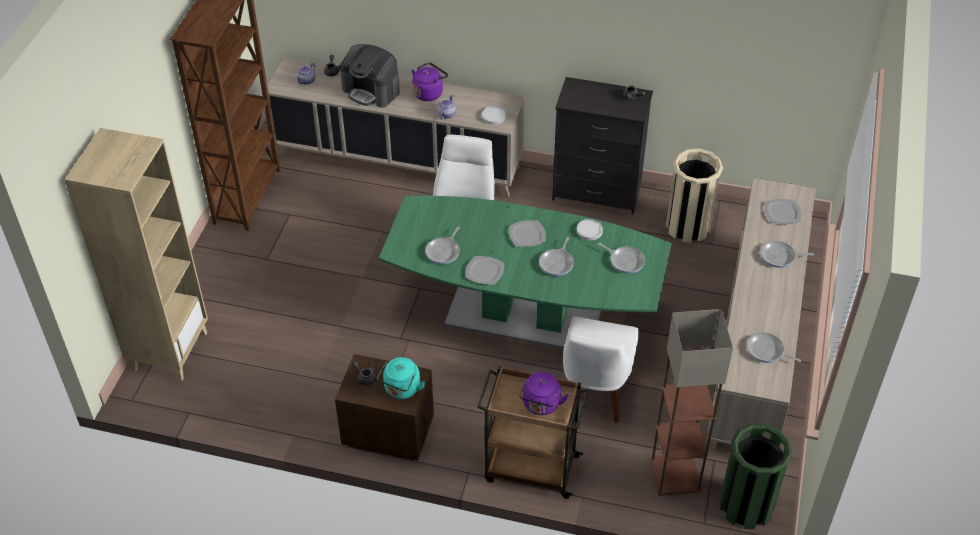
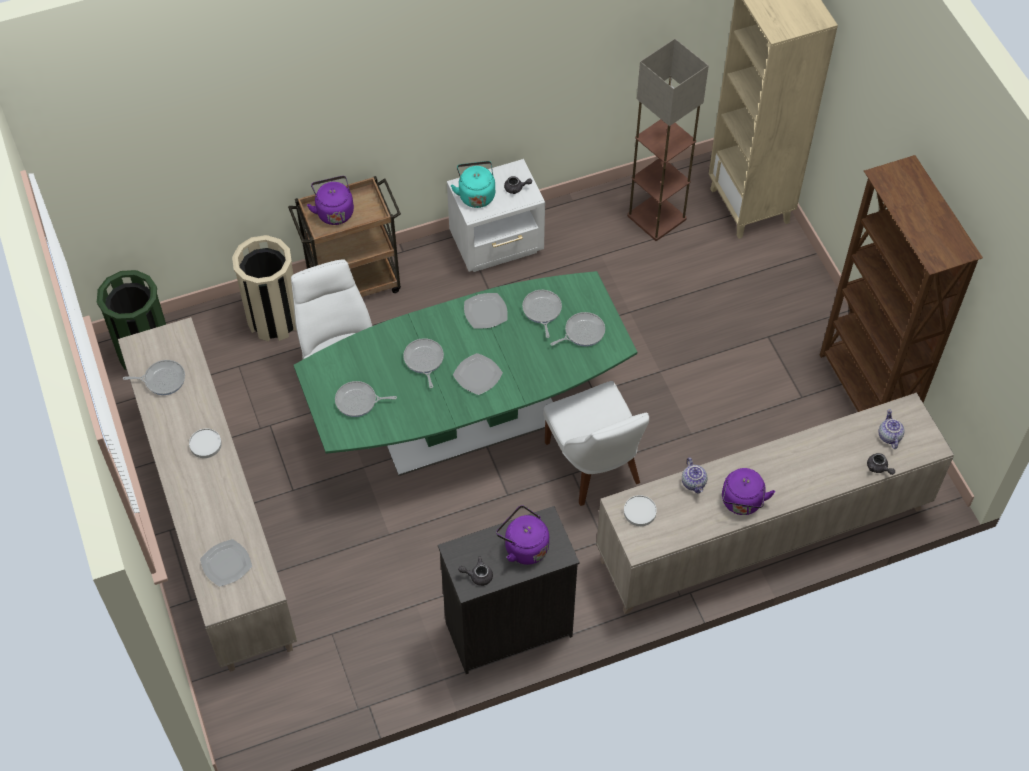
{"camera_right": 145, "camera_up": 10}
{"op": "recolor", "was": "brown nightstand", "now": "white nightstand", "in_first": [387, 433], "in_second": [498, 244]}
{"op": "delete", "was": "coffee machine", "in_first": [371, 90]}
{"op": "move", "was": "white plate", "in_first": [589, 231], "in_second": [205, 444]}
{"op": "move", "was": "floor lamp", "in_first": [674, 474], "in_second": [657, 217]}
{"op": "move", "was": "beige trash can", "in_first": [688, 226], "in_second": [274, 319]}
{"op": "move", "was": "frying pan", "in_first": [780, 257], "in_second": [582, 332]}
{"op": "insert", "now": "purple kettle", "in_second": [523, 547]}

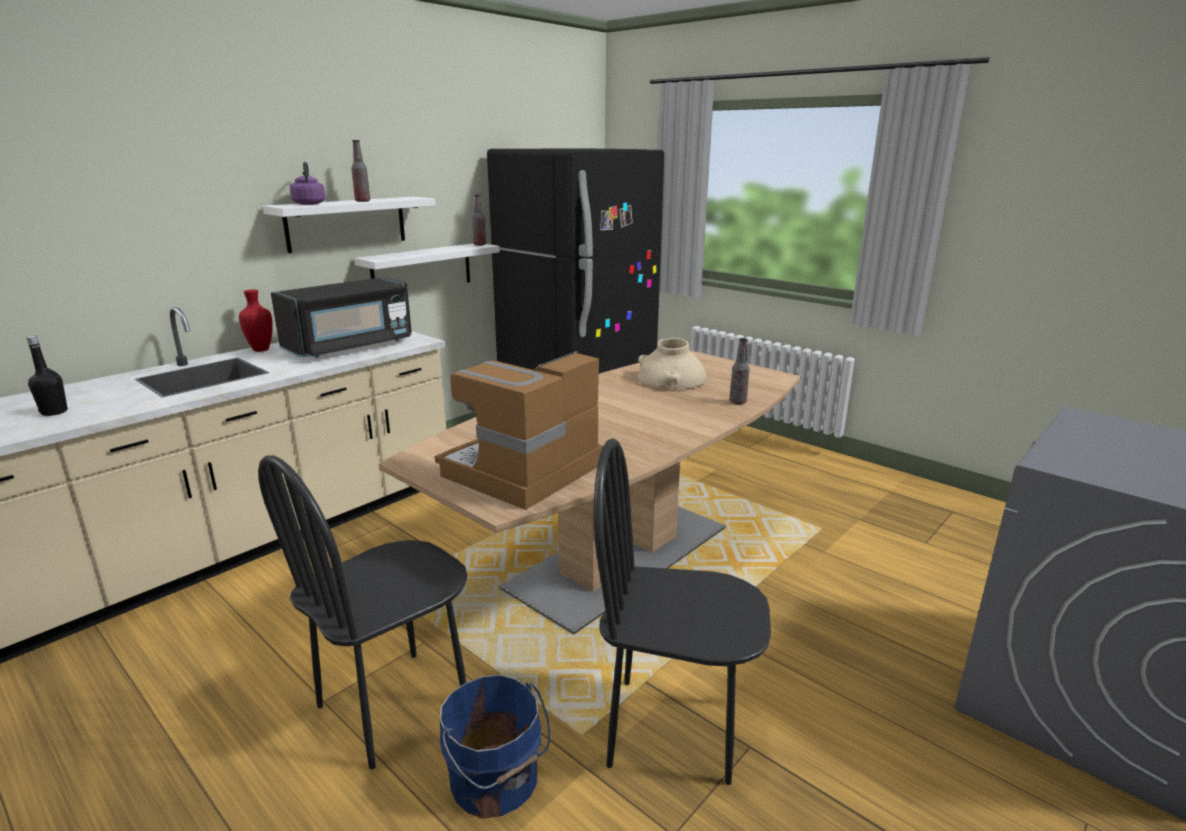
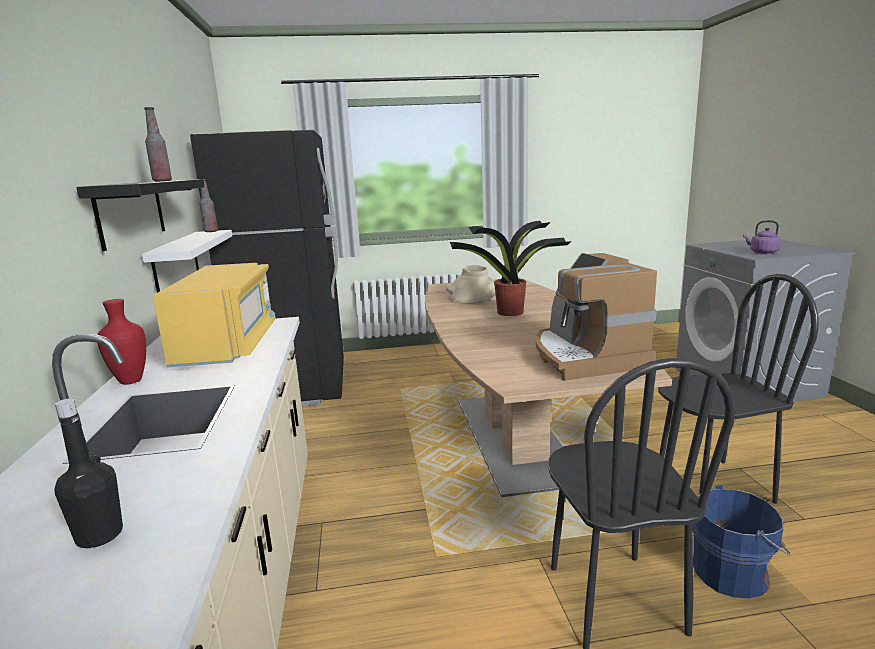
{"camera_right": -50, "camera_up": -5}
{"op": "recolor", "was": "white shelf", "now": "black shelf", "in_first": [346, 223], "in_second": [131, 212]}
{"op": "recolor", "was": "black microwave", "now": "yellow microwave", "in_first": [350, 346], "in_second": [228, 345]}
{"op": "move", "was": "purple kettle", "in_first": [309, 204], "in_second": [762, 252]}
{"op": "rotate", "was": "black chair", "in_first": [672, 730], "in_second": [713, 486], "clockwise": -150}
{"op": "delete", "was": "bottle", "in_first": [737, 402]}
{"op": "insert", "now": "potted plant", "in_second": [512, 312]}

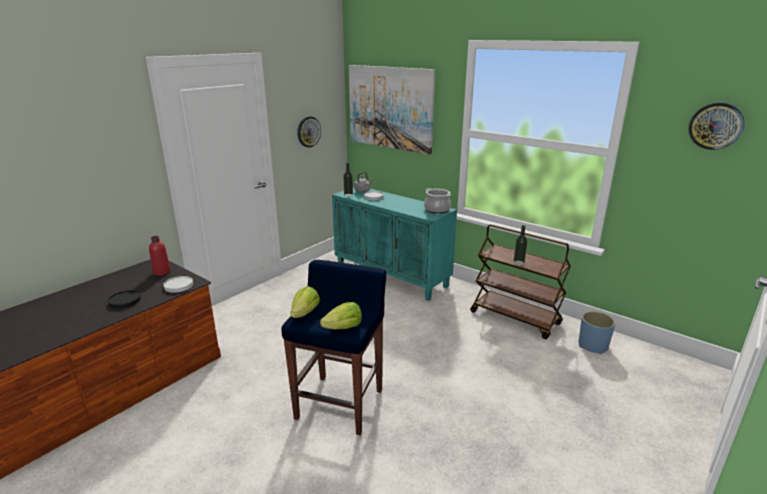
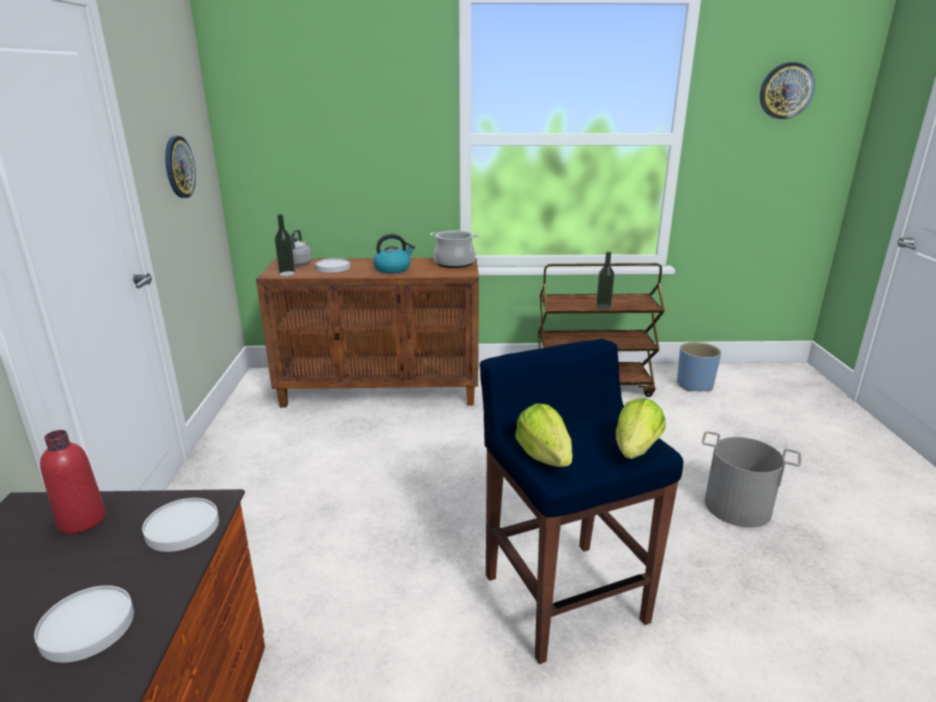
{"camera_right": -40, "camera_up": 0}
{"op": "recolor", "was": "black plate", "now": "white plate", "in_first": [124, 301], "in_second": [86, 627]}
{"op": "recolor", "was": "turquoise cabinet", "now": "brown cabinet", "in_first": [392, 276], "in_second": [381, 392]}
{"op": "delete", "was": "picture", "in_first": [390, 108]}
{"op": "insert", "now": "kettle", "in_second": [393, 269]}
{"op": "insert", "now": "grey bucket", "in_second": [737, 507]}

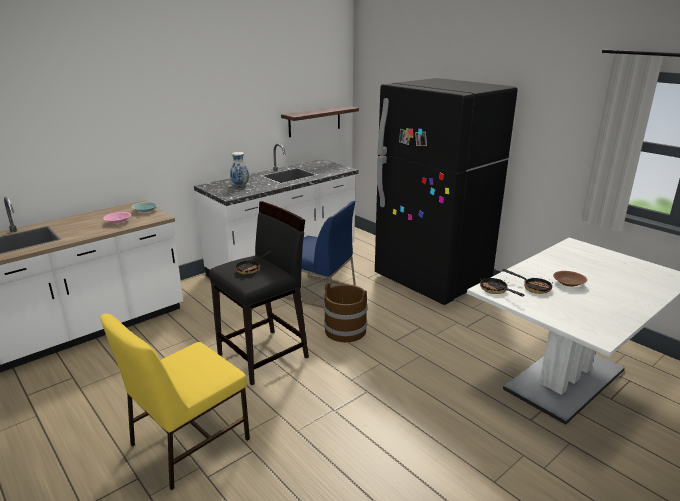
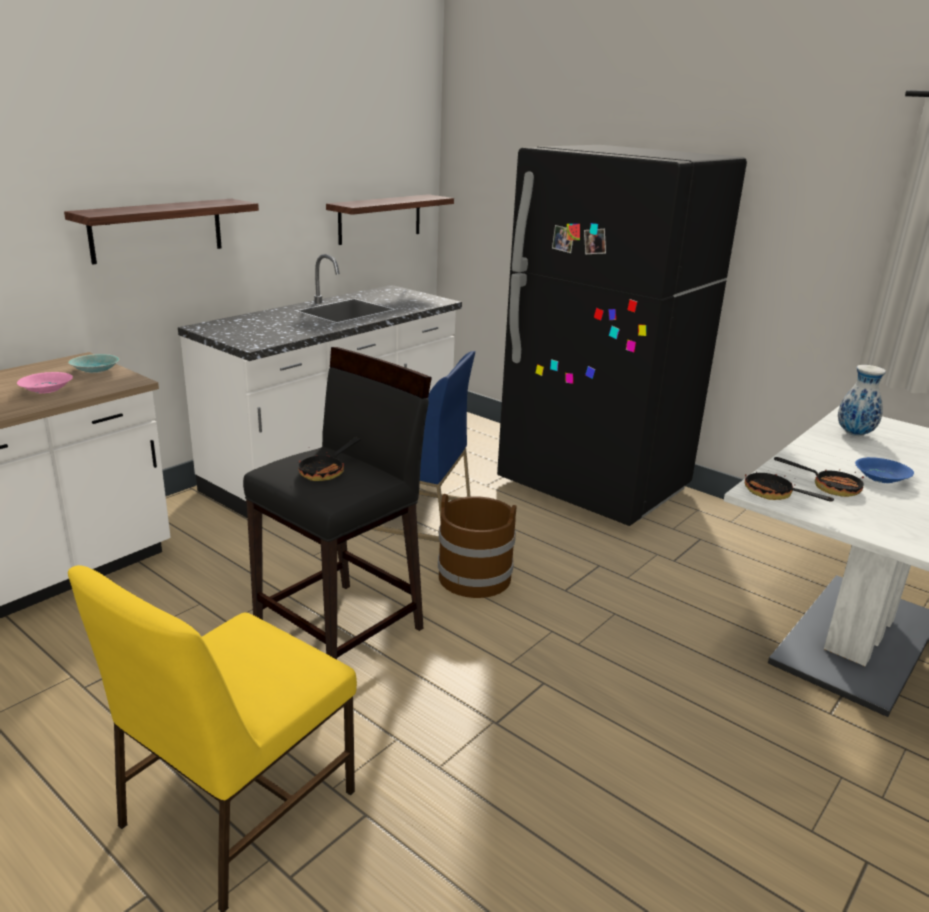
{"camera_right": -10, "camera_up": 0}
{"op": "move", "was": "vase", "in_first": [239, 185], "in_second": [854, 434]}
{"op": "recolor", "was": "brown bowl", "now": "blue bowl", "in_first": [568, 284], "in_second": [880, 479]}
{"op": "insert", "now": "shelf", "in_second": [157, 230]}

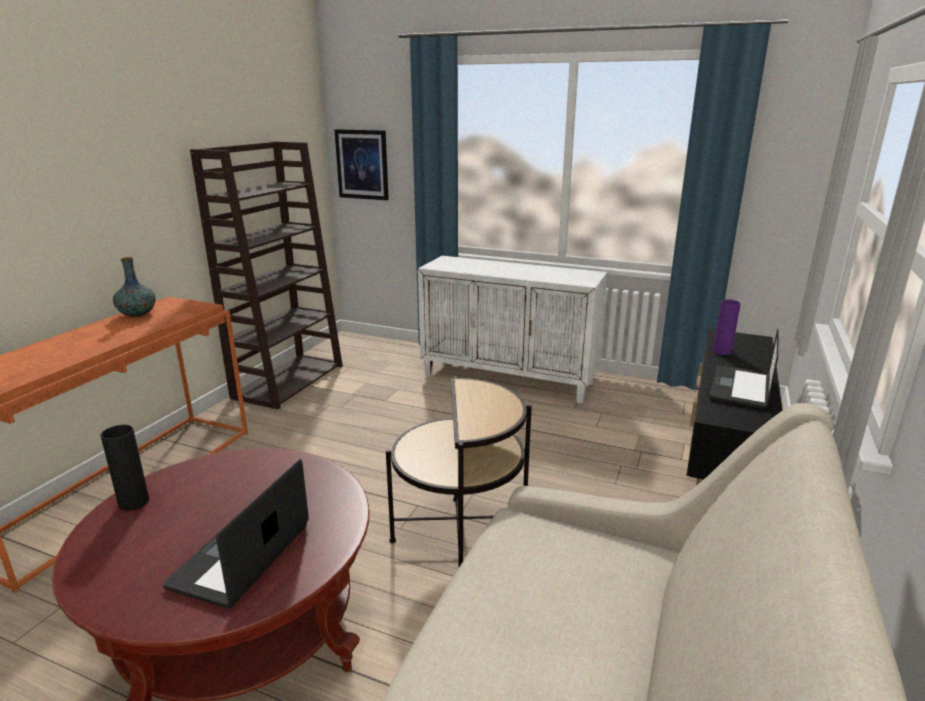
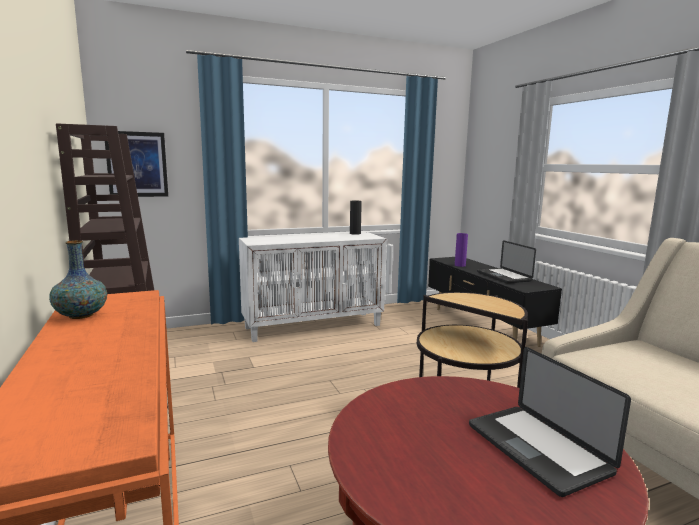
{"camera_right": -45, "camera_up": -10}
{"op": "move", "was": "black vase", "in_first": [134, 502], "in_second": [355, 233]}

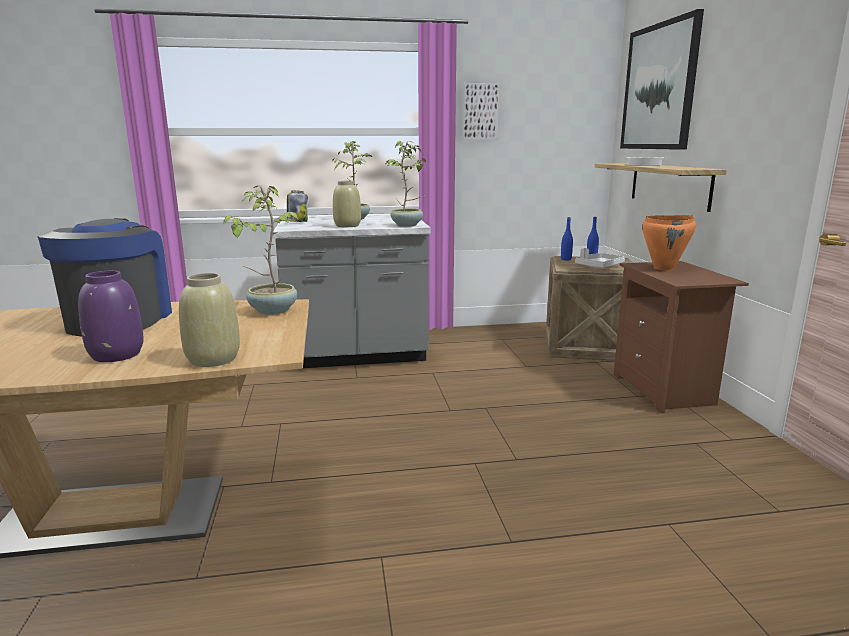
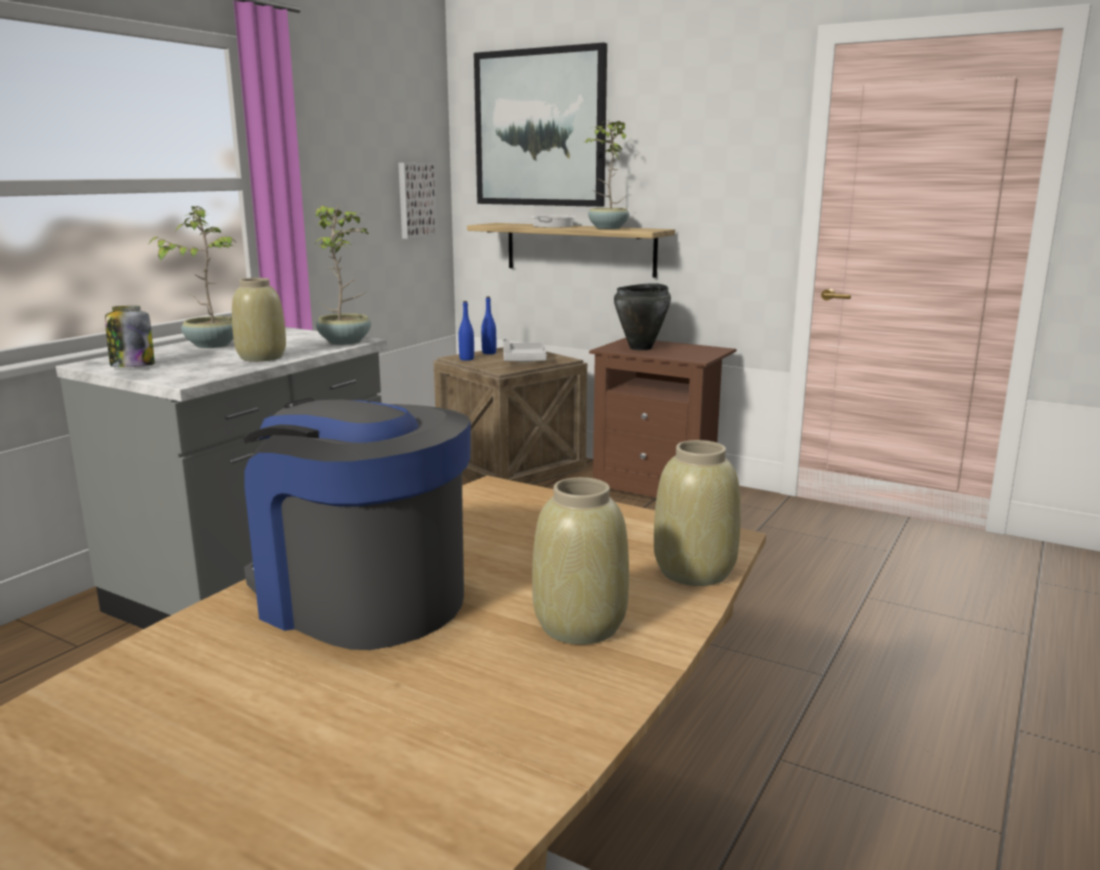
{"camera_right": -50, "camera_up": 0}
{"op": "recolor", "was": "purple vase", "now": "beige vase", "in_first": [117, 355], "in_second": [579, 625]}
{"op": "move", "was": "potted plant", "in_first": [272, 310], "in_second": [607, 228]}
{"op": "move", "was": "picture", "in_first": [479, 112], "in_second": [415, 200]}
{"op": "recolor", "was": "orange cooking pot", "now": "black cooking pot", "in_first": [664, 268], "in_second": [641, 348]}

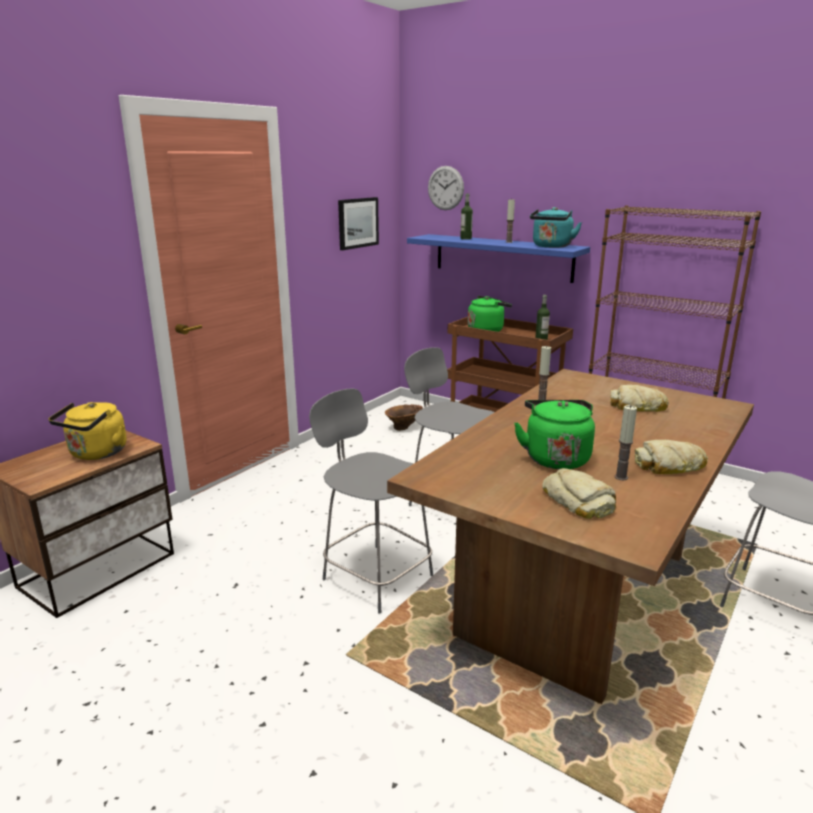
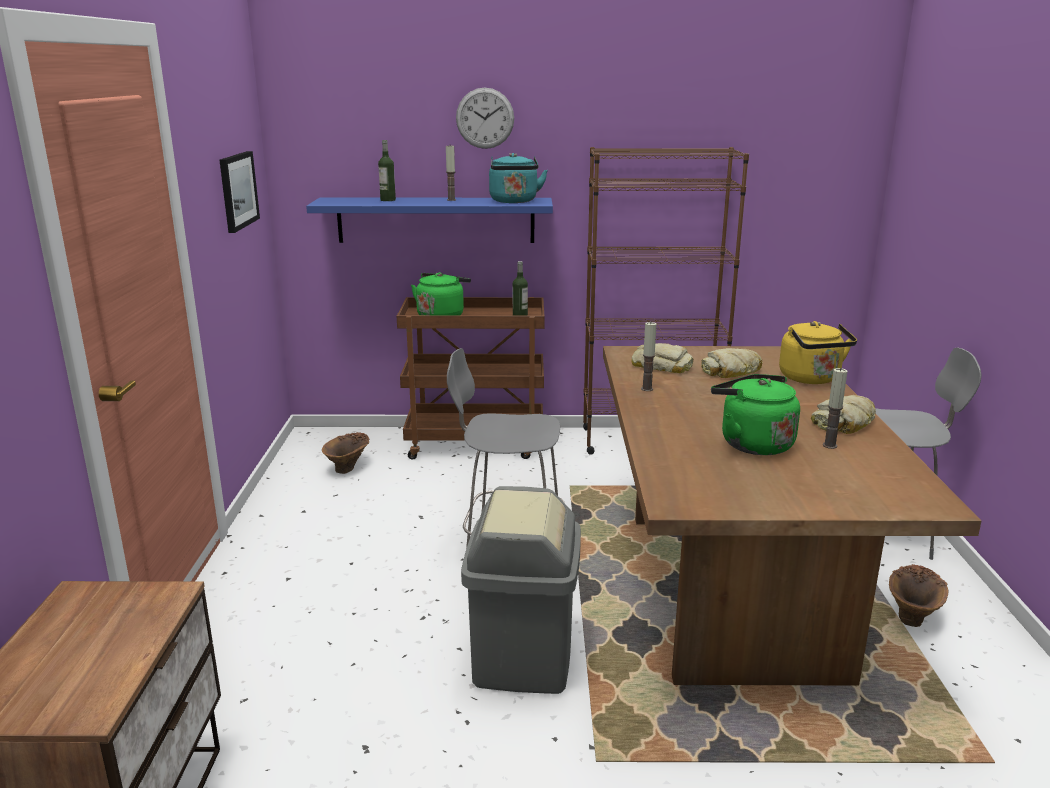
{"camera_right": -35, "camera_up": 0}
{"op": "move", "was": "yellow kettle", "in_first": [96, 454], "in_second": [812, 379]}
{"op": "replace", "was": "grey chair", "now": "grey trash can", "in_first": [375, 575], "in_second": [522, 658]}
{"op": "move", "was": "wall clock", "in_first": [445, 188], "in_second": [485, 118]}
{"op": "move", "was": "bread", "in_first": [578, 501], "in_second": [662, 366]}
{"op": "insert", "now": "brown vase", "in_second": [913, 616]}

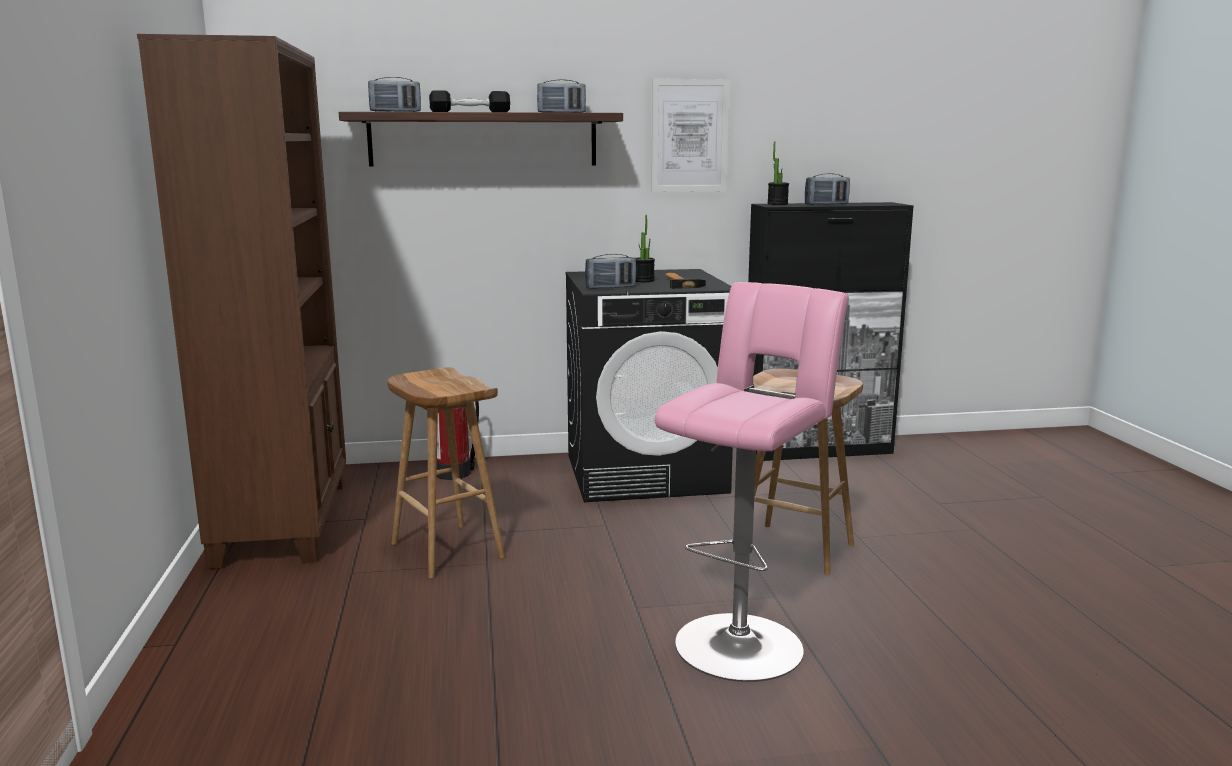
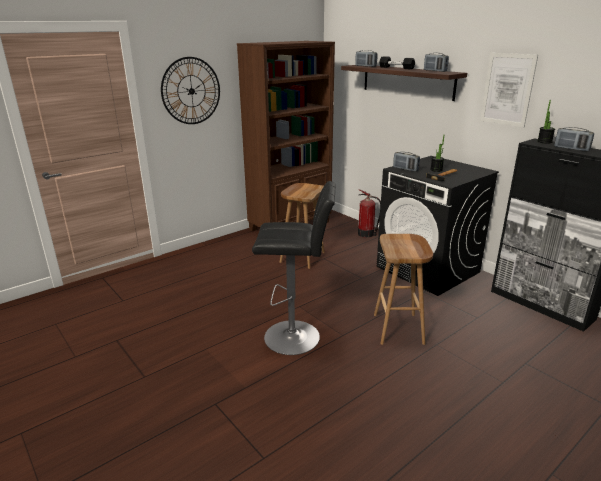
{"camera_right": 60, "camera_up": 10}
{"op": "recolor", "was": "pink stool", "now": "black stool", "in_first": [743, 641], "in_second": [296, 337]}
{"op": "insert", "now": "wall clock", "in_second": [191, 91]}

